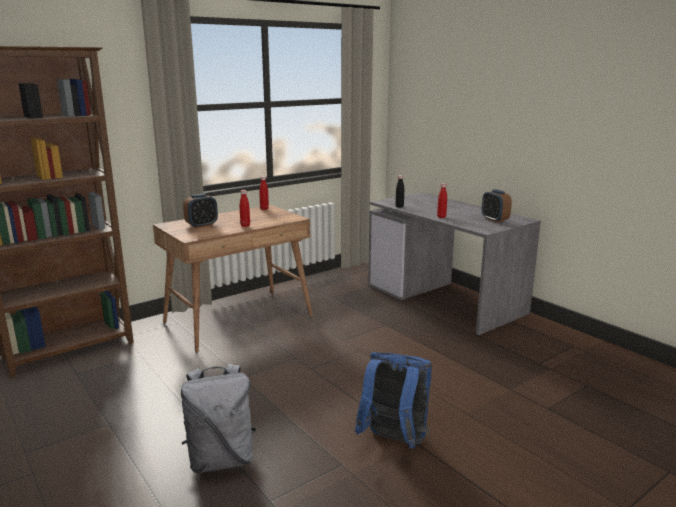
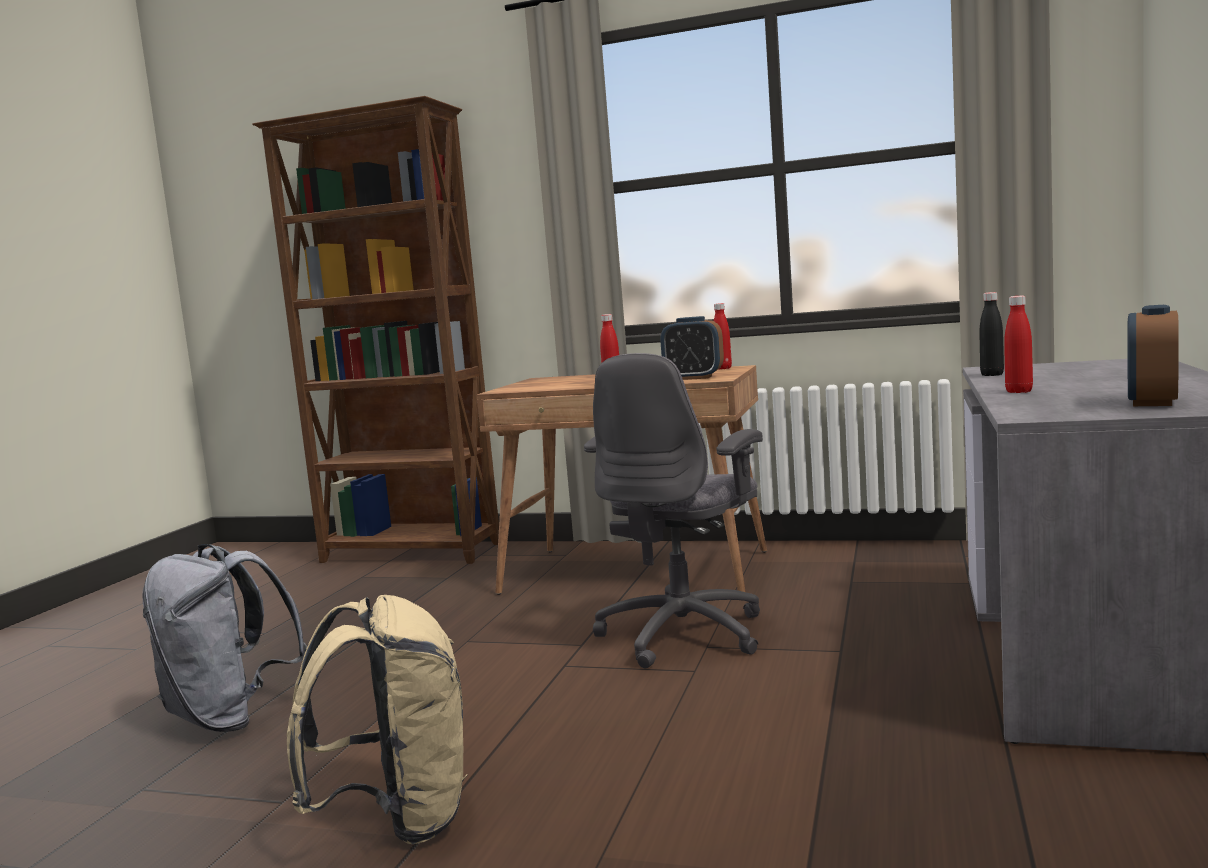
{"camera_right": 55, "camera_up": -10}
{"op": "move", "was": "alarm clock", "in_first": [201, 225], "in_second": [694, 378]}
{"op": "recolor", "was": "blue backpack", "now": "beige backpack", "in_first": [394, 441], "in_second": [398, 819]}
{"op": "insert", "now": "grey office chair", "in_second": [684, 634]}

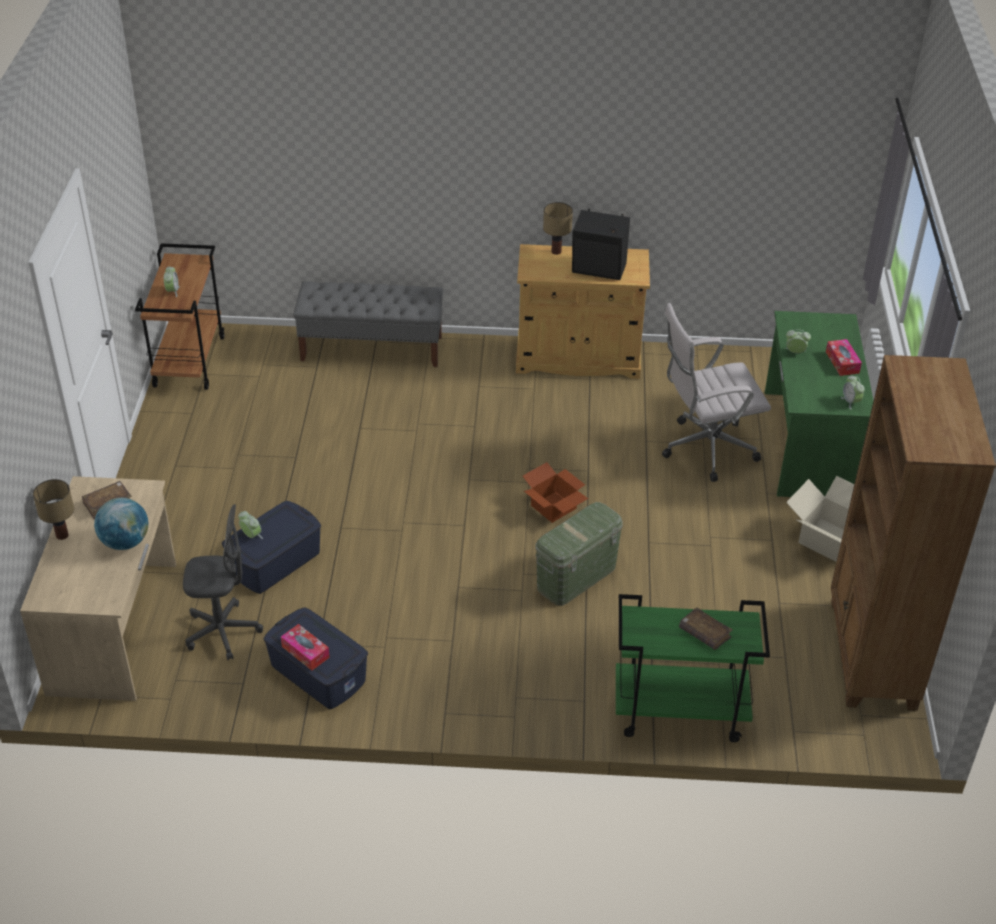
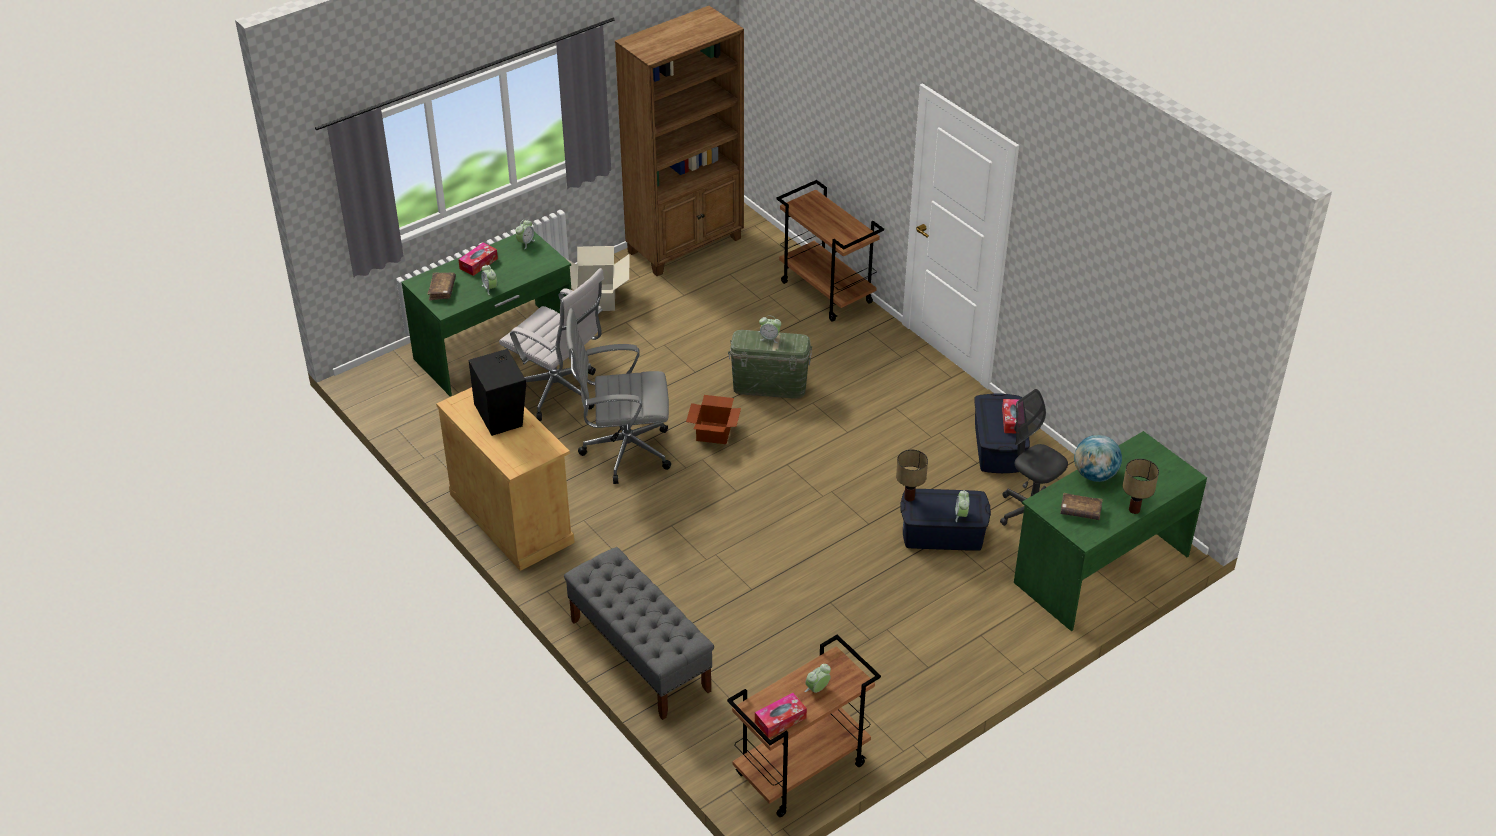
{"camera_right": -130, "camera_up": 0}
{"op": "recolor", "was": "beige desk", "now": "green desk", "in_first": [115, 627], "in_second": [1100, 568]}
{"op": "move", "was": "table lamp", "in_first": [556, 251], "in_second": [908, 498]}
{"op": "recolor", "was": "green cart", "now": "brown cart", "in_first": [678, 713], "in_second": [827, 292]}
{"op": "move", "was": "brown book", "in_first": [704, 633], "in_second": [442, 290]}
{"op": "insert", "now": "grey office chair", "in_second": [622, 451]}
{"op": "insert", "now": "tissue box", "in_second": [780, 720]}
{"op": "insert", "now": "alarm clock", "in_second": [769, 338]}

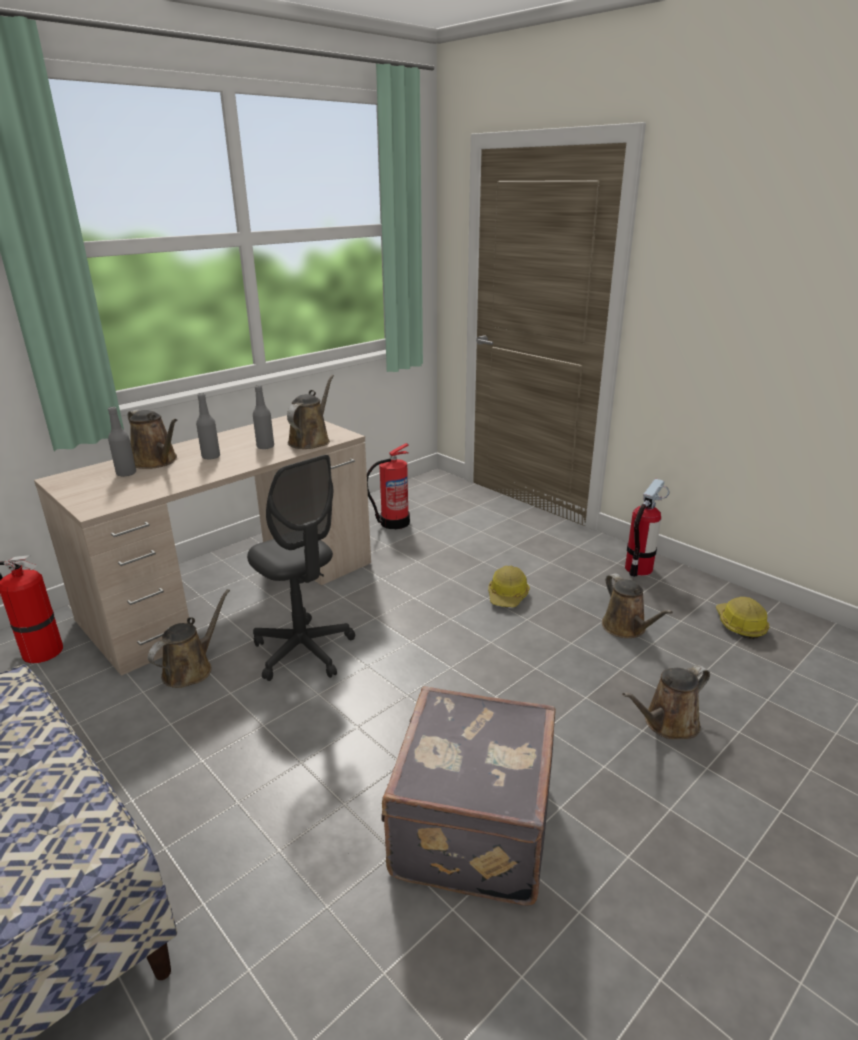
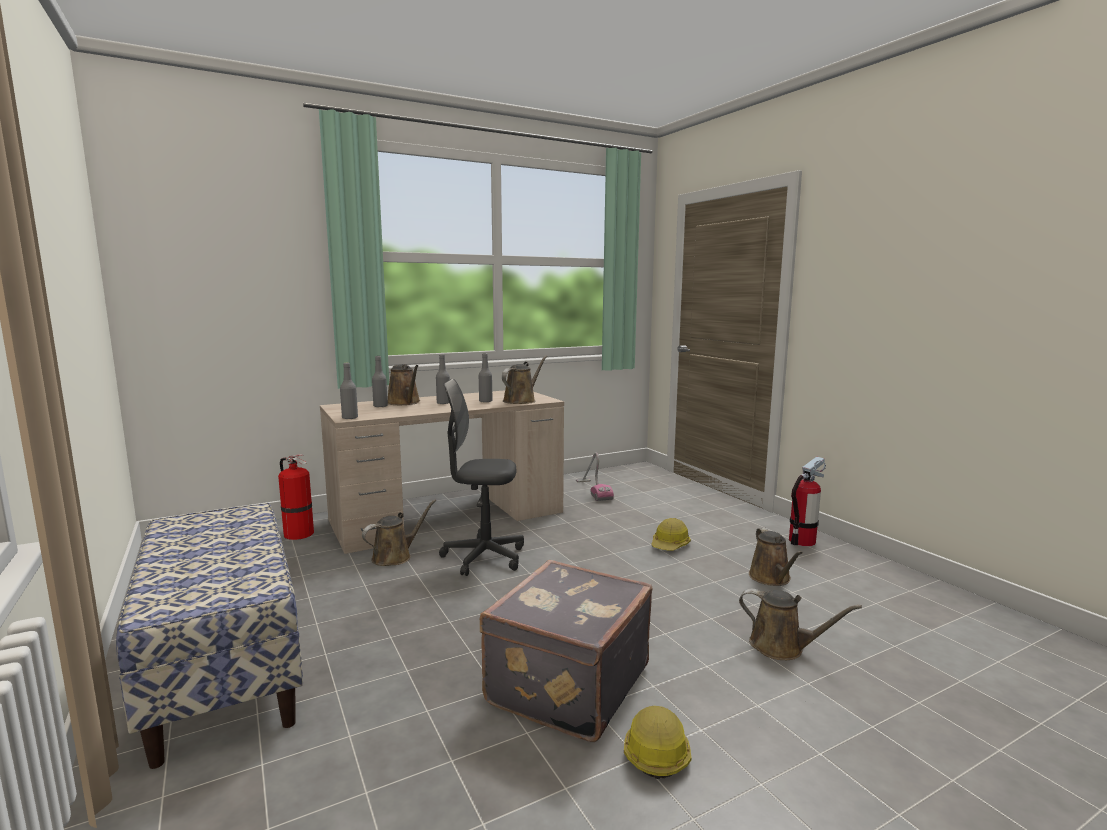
{"camera_right": 15, "camera_up": -15}
{"op": "rotate", "was": "grey office chair", "in_first": [303, 651], "in_second": [484, 557], "clockwise": 120}
{"op": "replace", "was": "fire extinguisher", "now": "vacuum cleaner", "in_first": [393, 522], "in_second": [593, 490]}
{"op": "rotate", "was": "brown watering can", "in_first": [667, 724], "in_second": [782, 647], "clockwise": -135}
{"op": "move", "was": "hard hat", "in_first": [739, 625], "in_second": [655, 751]}
{"op": "insert", "now": "grey bottle", "in_second": [350, 418]}

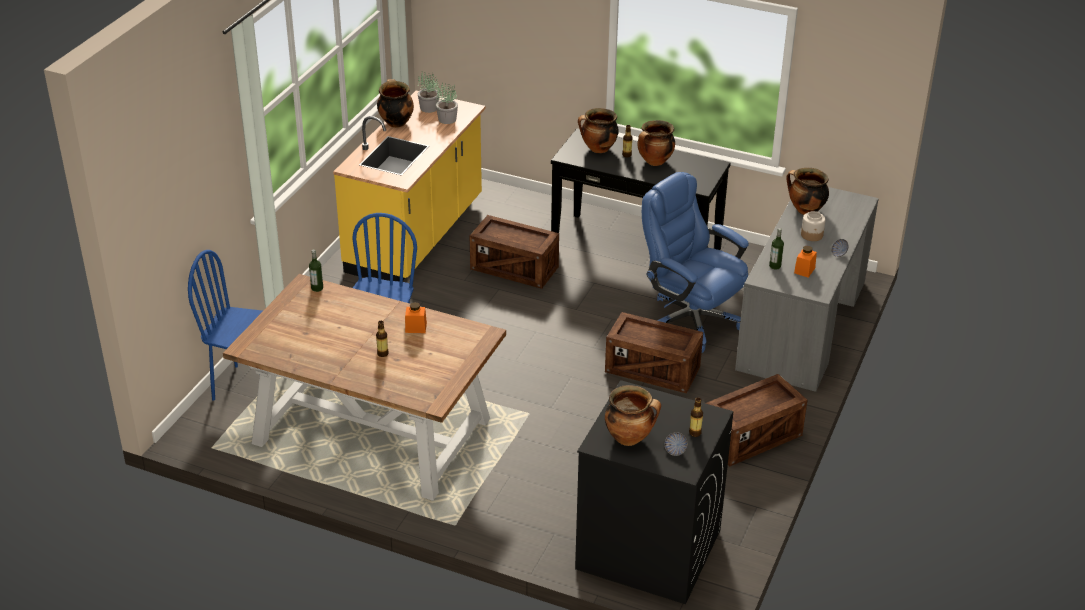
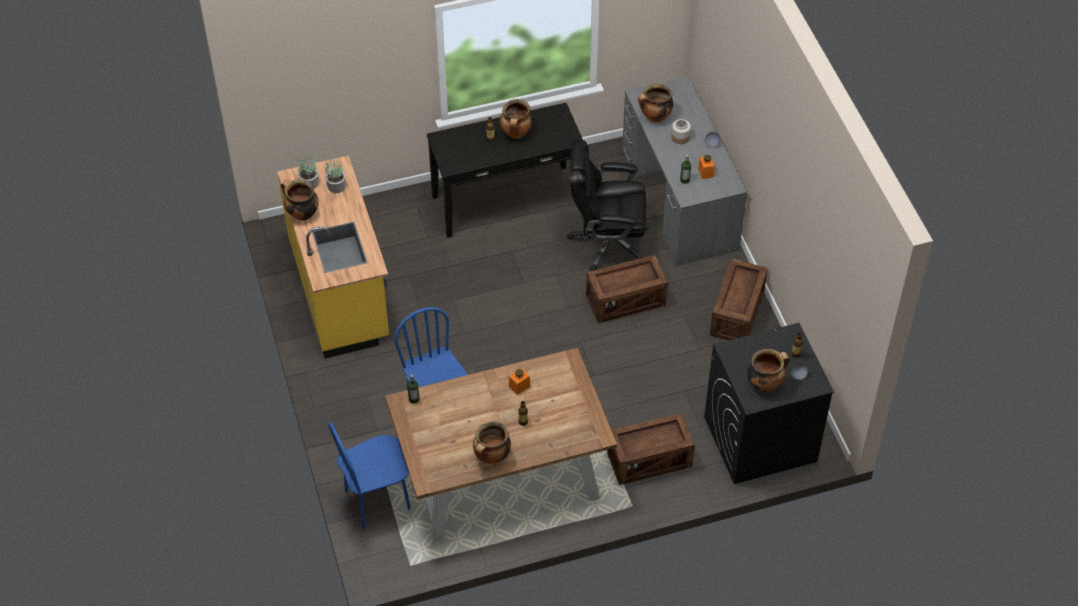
{"camera_right": -40, "camera_up": 15}
{"op": "move", "was": "crate", "in_first": [514, 268], "in_second": [649, 460]}
{"op": "move", "was": "cooking pot", "in_first": [598, 149], "in_second": [492, 457]}
{"op": "recolor", "was": "blue office chair", "now": "black office chair", "in_first": [690, 320], "in_second": [607, 242]}

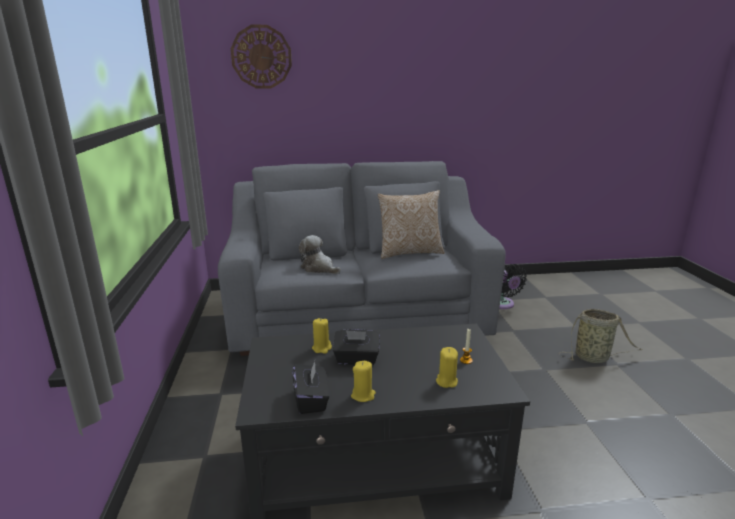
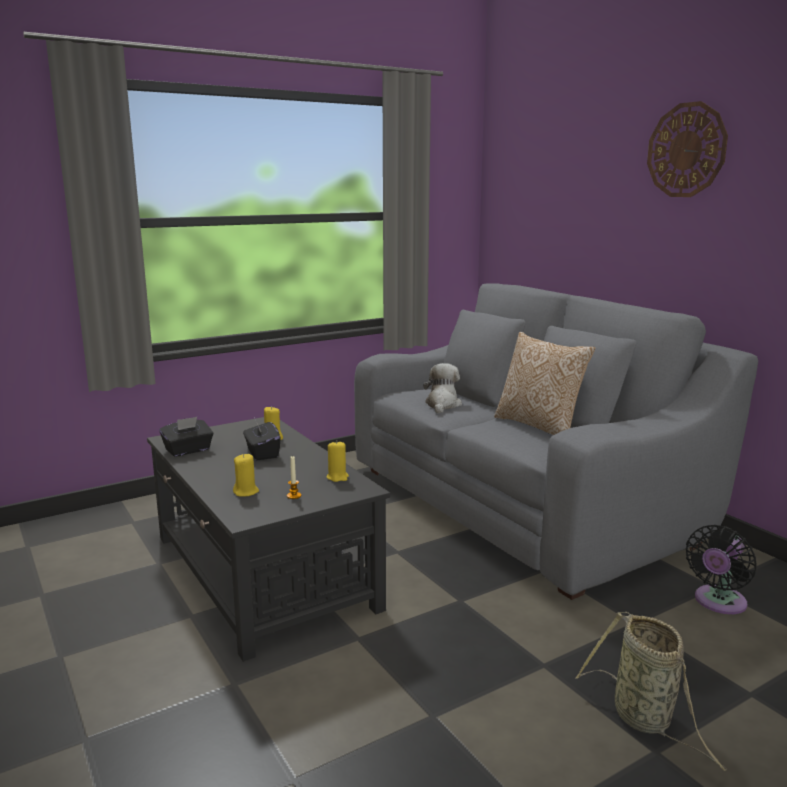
{"camera_right": 65, "camera_up": -5}
{"op": "move", "was": "wall clock", "in_first": [261, 57], "in_second": [686, 150]}
{"op": "move", "was": "yellow candle", "in_first": [363, 395], "in_second": [337, 477]}

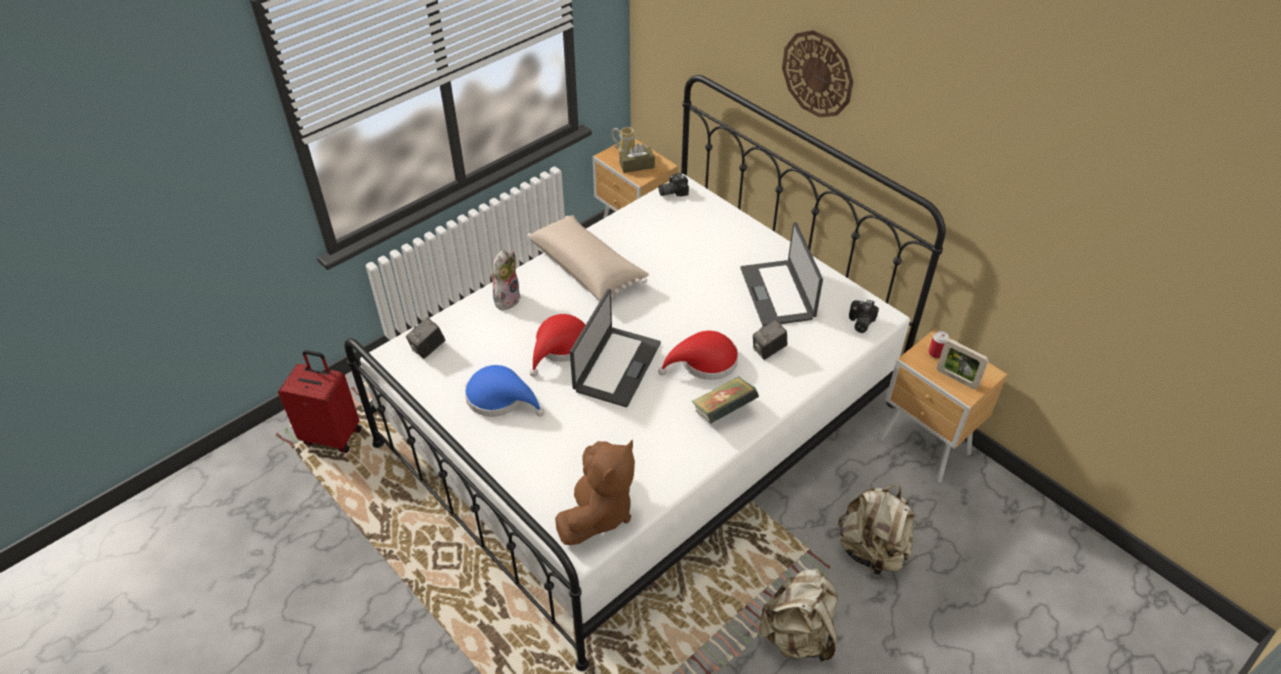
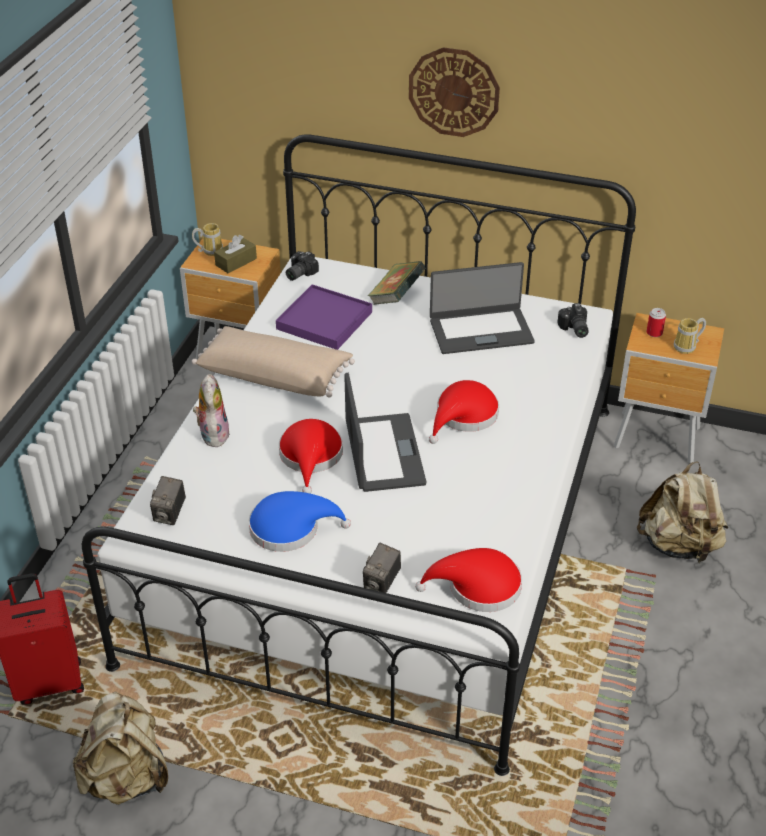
{"camera_right": -30, "camera_up": -5}
{"op": "replace", "was": "brown plush toy", "now": "red hat", "in_first": [598, 512], "in_second": [478, 587]}
{"op": "move", "was": "book", "in_first": [723, 412], "in_second": [396, 297]}
{"op": "rotate", "was": "laptop", "in_first": [778, 293], "in_second": [480, 330], "clockwise": -60}
{"op": "move", "was": "photo camera", "in_first": [768, 350], "in_second": [382, 583]}
{"op": "move", "was": "beige backpack", "in_first": [798, 634], "in_second": [126, 778]}
{"op": "replace", "was": "picture frame", "now": "mug", "in_first": [956, 379], "in_second": [687, 347]}
{"op": "insert", "now": "purple tray", "in_second": [324, 320]}

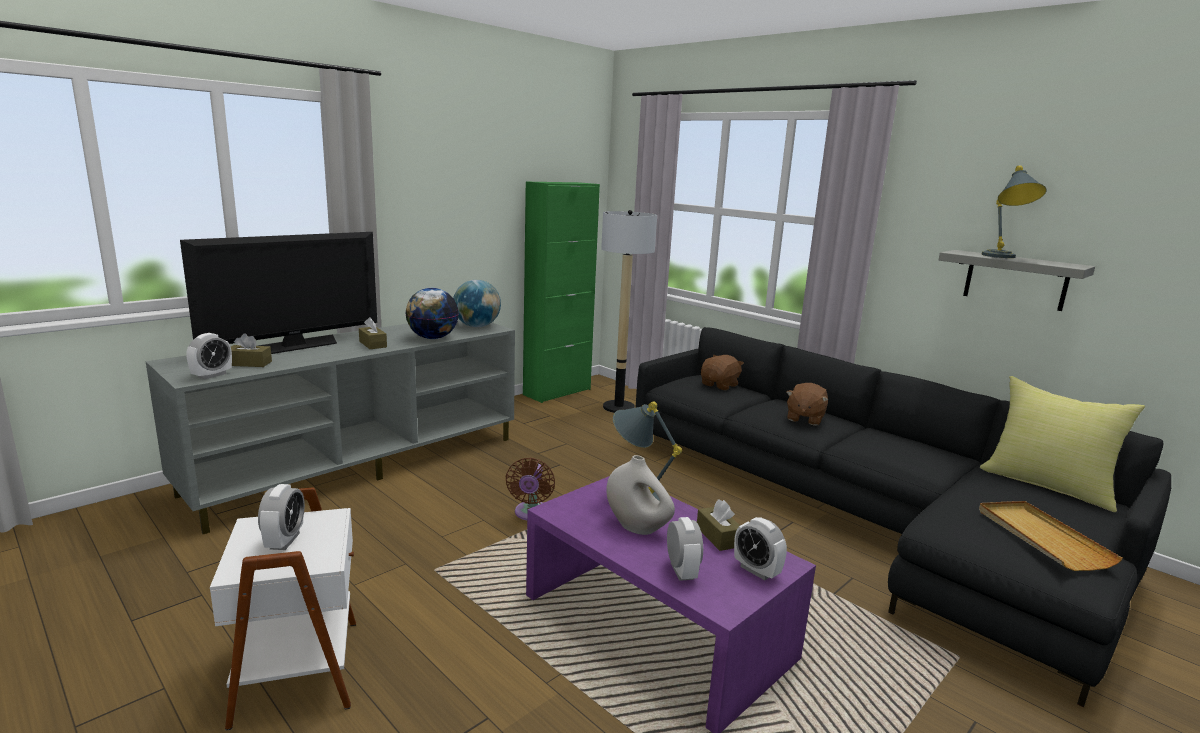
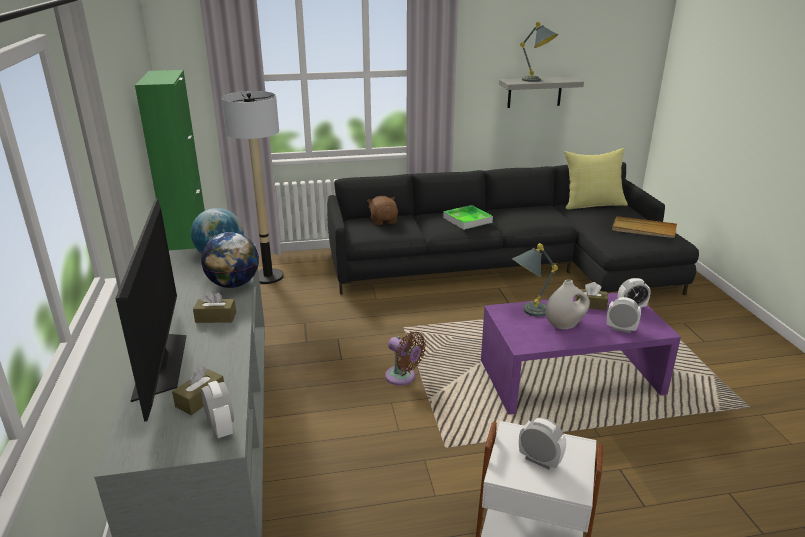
{"camera_right": -55, "camera_up": 10}
{"op": "replace", "was": "brown plush toy", "now": "tray", "in_first": [804, 418], "in_second": [467, 220]}

